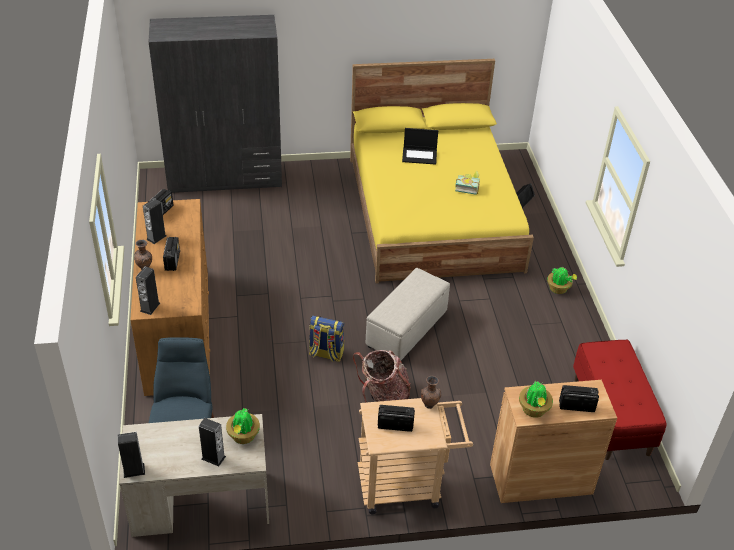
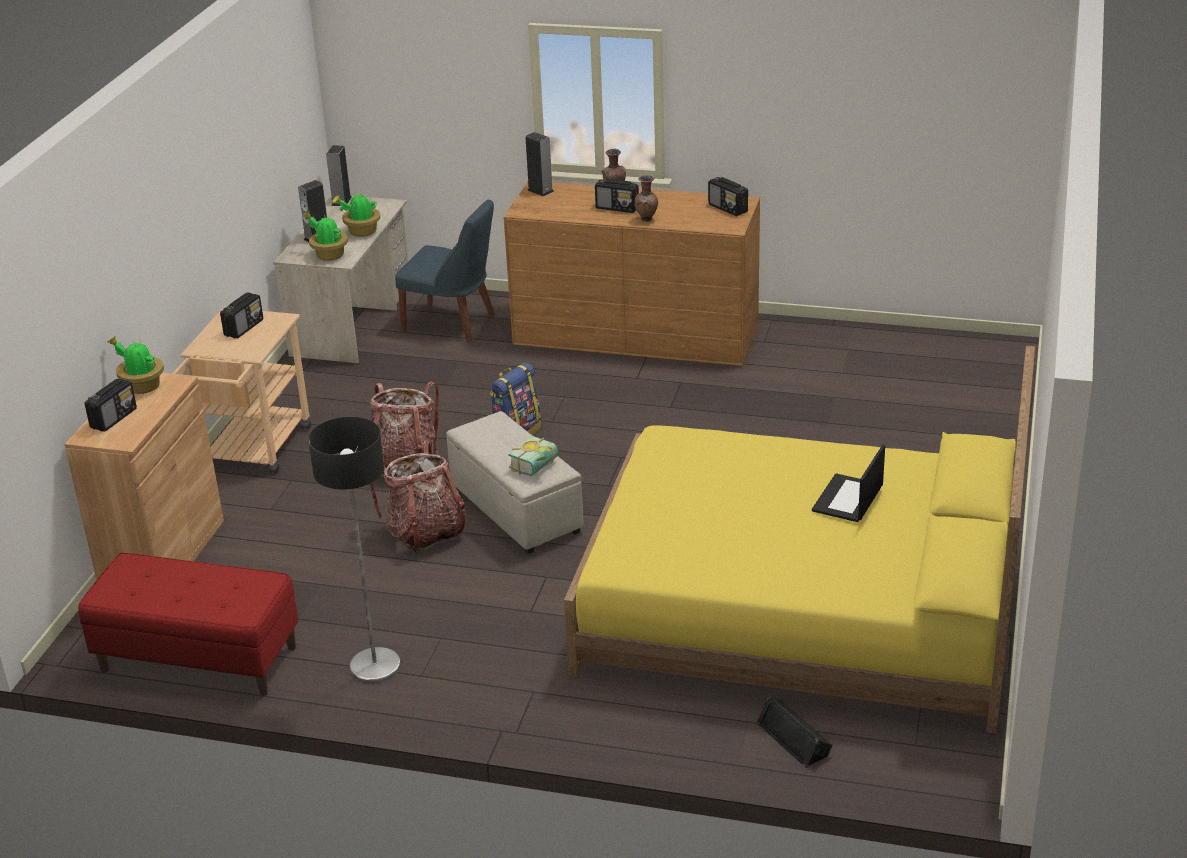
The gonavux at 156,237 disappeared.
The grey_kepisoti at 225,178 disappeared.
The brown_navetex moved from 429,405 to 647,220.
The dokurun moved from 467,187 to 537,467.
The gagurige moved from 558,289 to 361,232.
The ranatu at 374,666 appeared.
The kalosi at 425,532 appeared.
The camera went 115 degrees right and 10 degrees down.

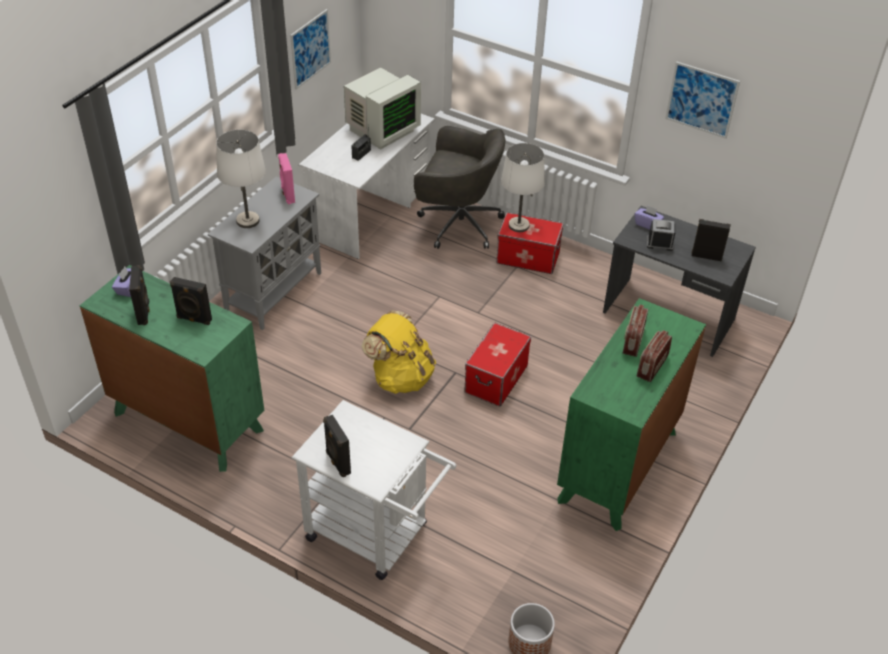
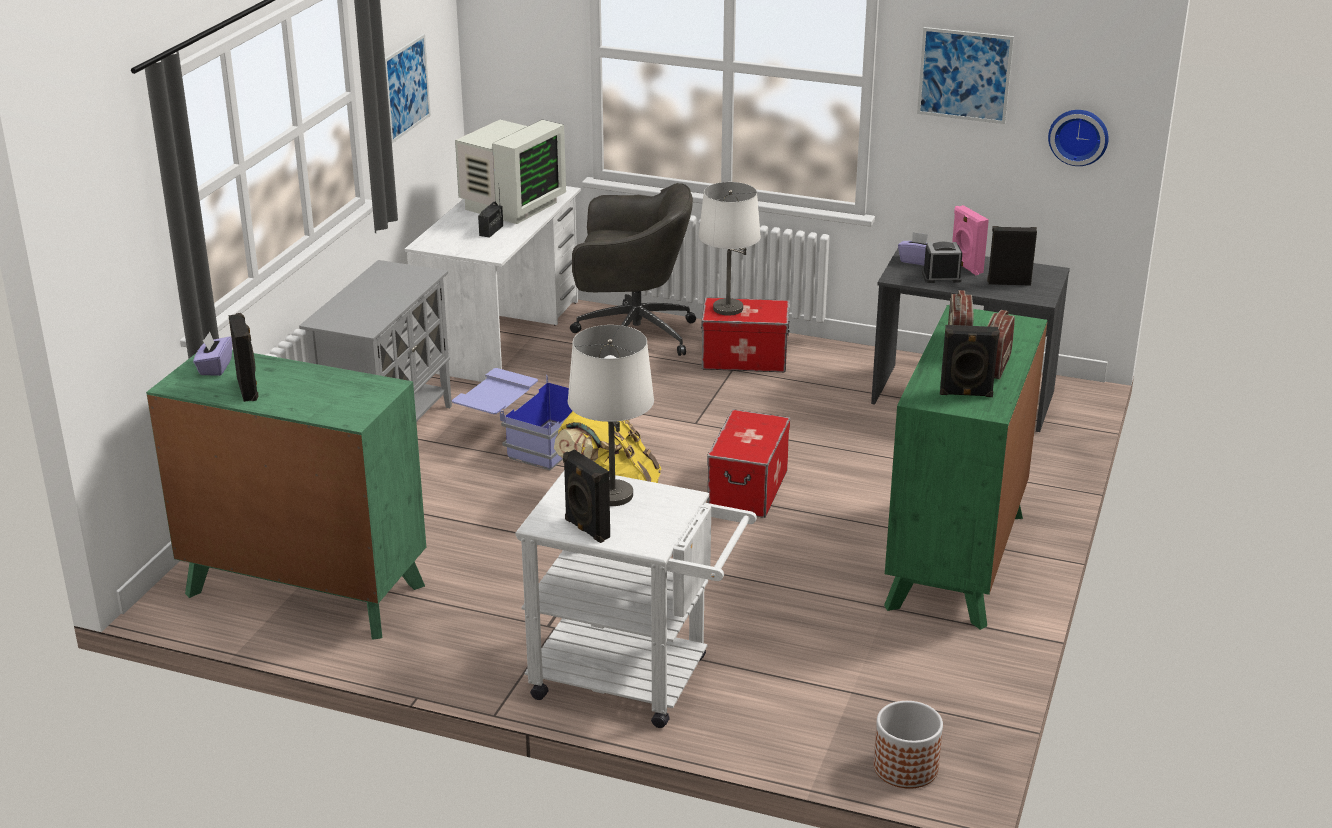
The black_gonavux moved from 194,319 to 966,394.
The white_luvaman moved from 247,221 to 611,495.
The pink_gonavux moved from 287,195 to 965,267.
The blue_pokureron at 524,439 appeared.
The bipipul at 1079,136 appeared.
The camera went 10 degrees left and 15 degrees down.

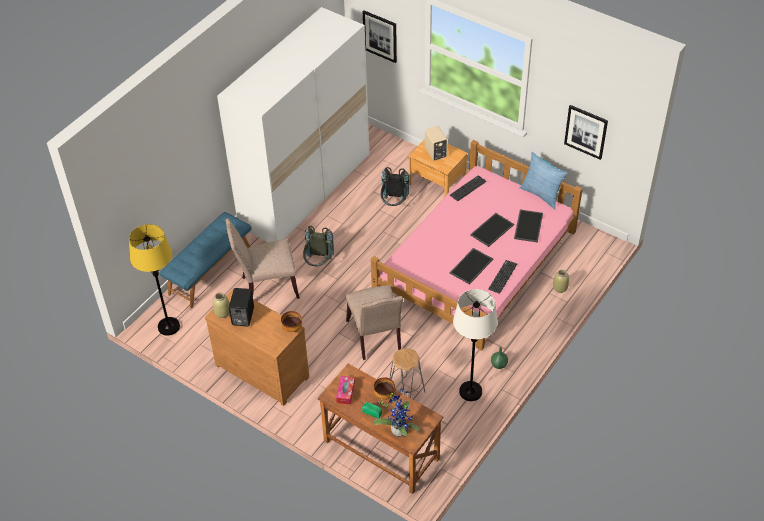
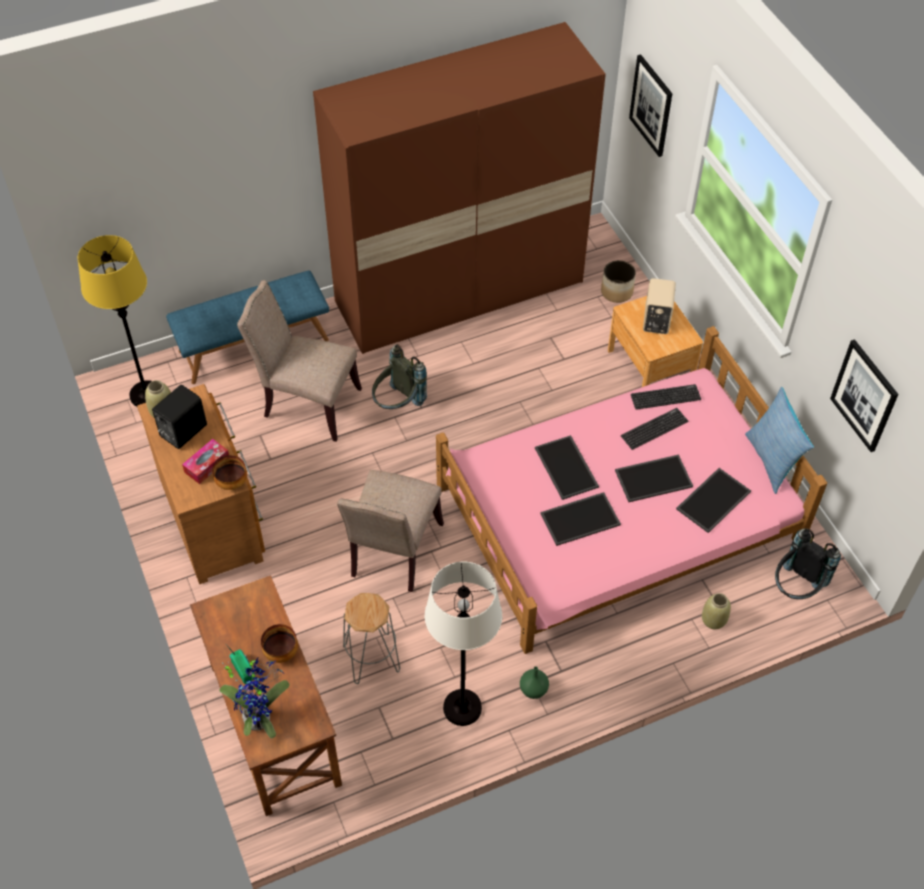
The white_kepisoti at 305,190 became the brown_kepisoti at 460,292.
The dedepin moved from 345,392 to 207,465.
The black_kalosi moved from 394,204 to 796,588.
The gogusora moved from 502,277 to 654,429.
The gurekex at 567,468 appeared.
The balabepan at 617,292 appeared.
The camera went 30 degrees right and 5 degrees up.

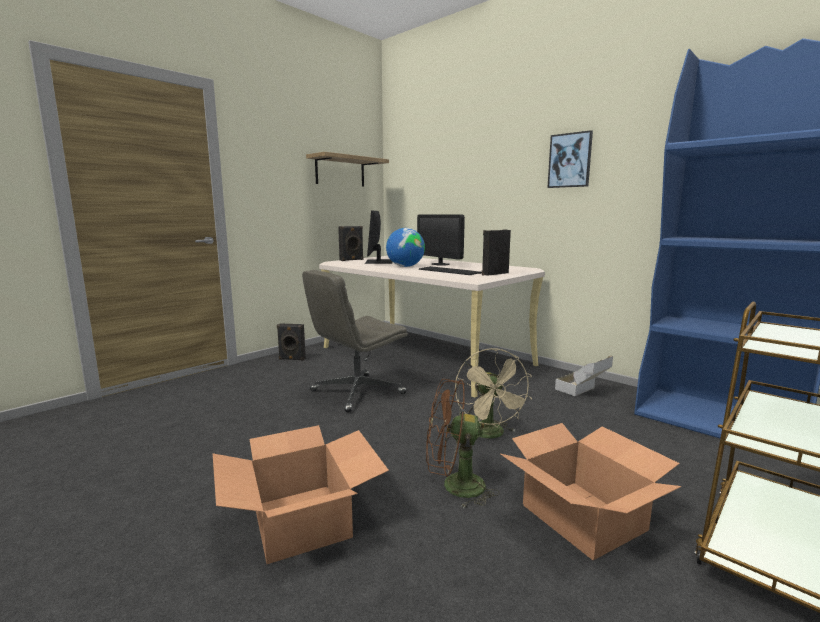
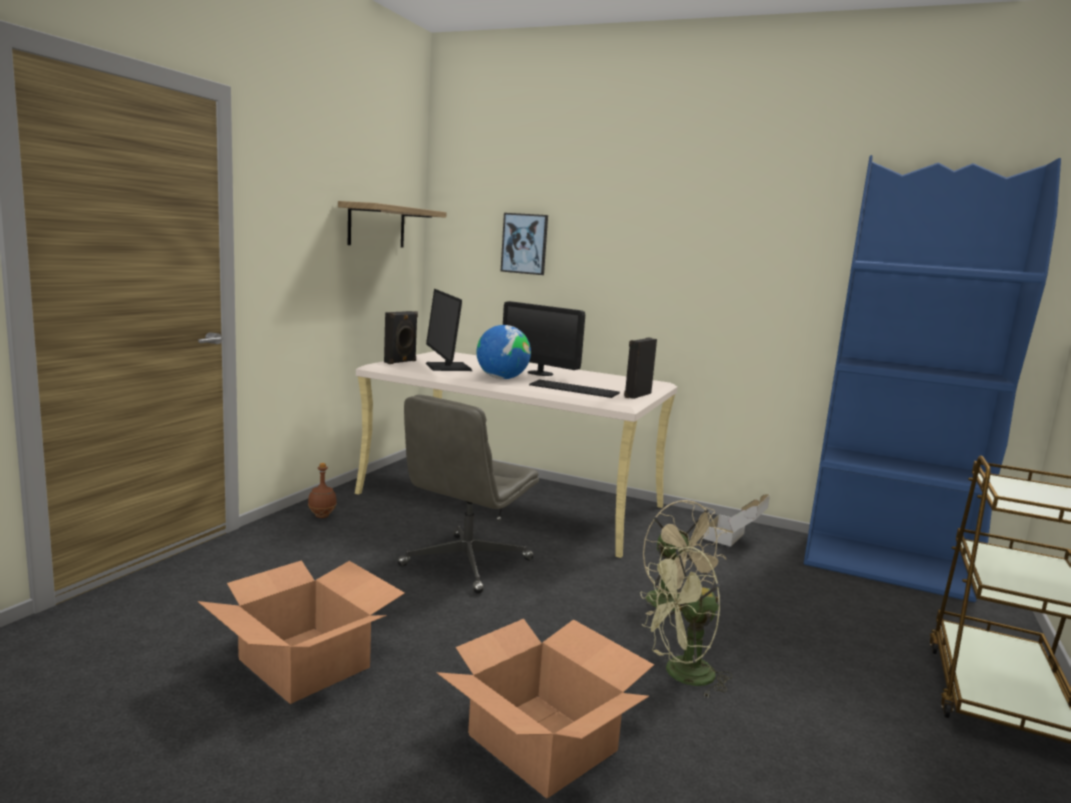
The black_gonavux at 292,359 was replaced by the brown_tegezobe at 322,516.
The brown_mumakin at 454,487 became the green_mumakin at 680,675.
The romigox moved from 583,516 to 305,662.
The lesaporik moved from 570,160 to 524,243.
The camera went 20 degrees left and 0 degrees up.

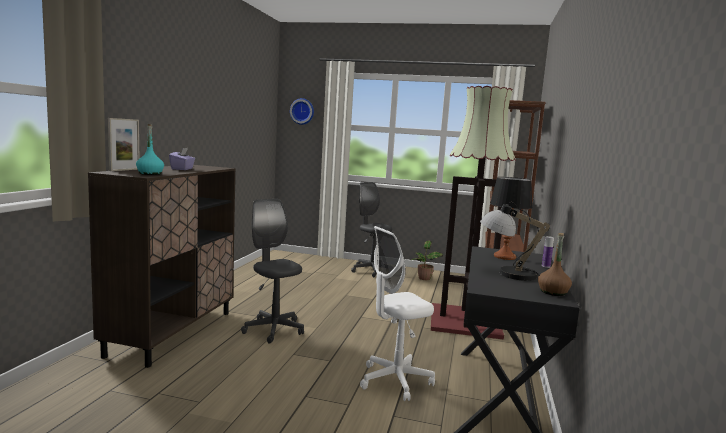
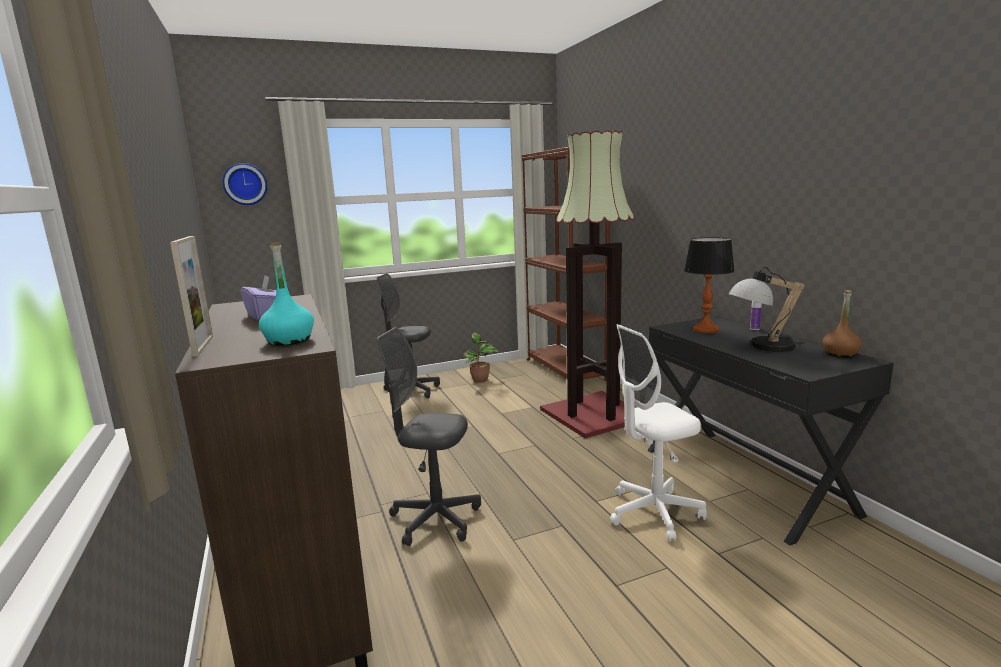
The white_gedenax at 395,381 turned 45 degrees clockwise.
The camera went 35 degrees left and 5 degrees up.

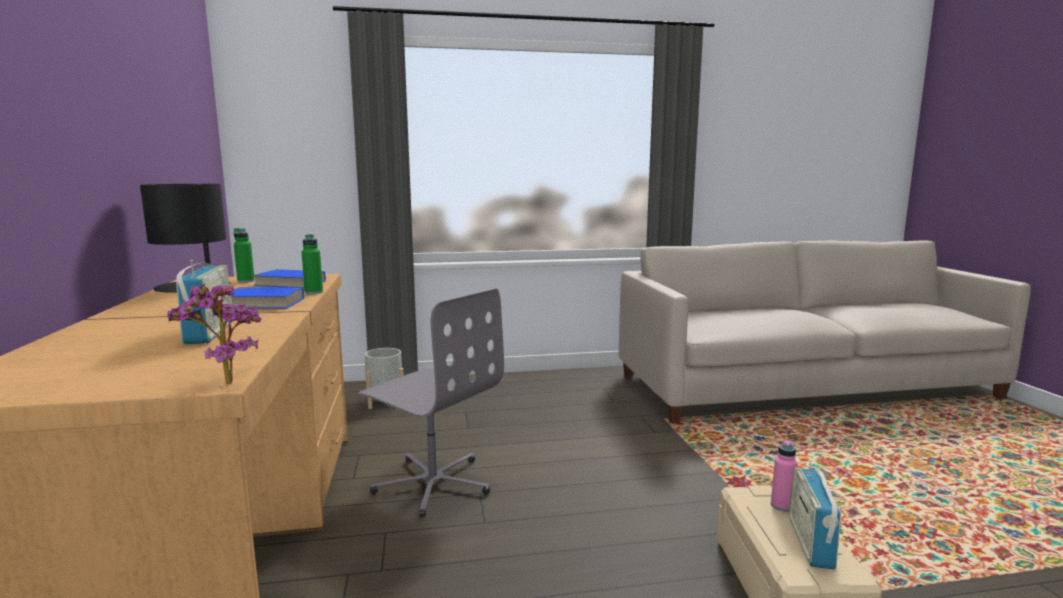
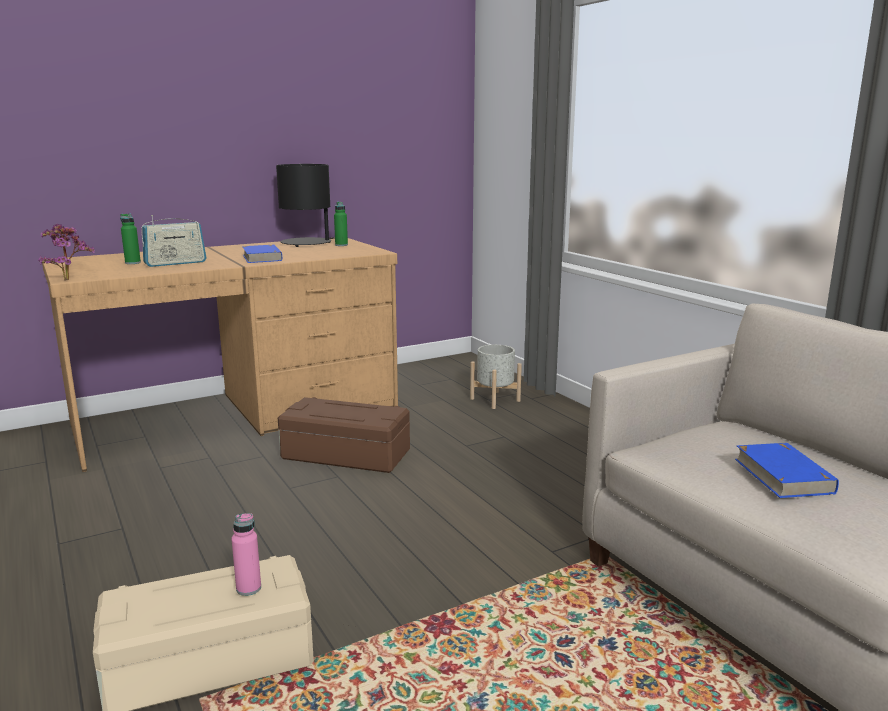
The blue_dokurun moved from 290,283 to 783,475.
The green_tegezobe moved from 314,292 to 133,263.
The grey_gedenax at 433,483 was replaced by the brown_pokureron at 344,455.
The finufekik at 810,542 disappeared.
The camera went 70 degrees right and 5 degrees up.

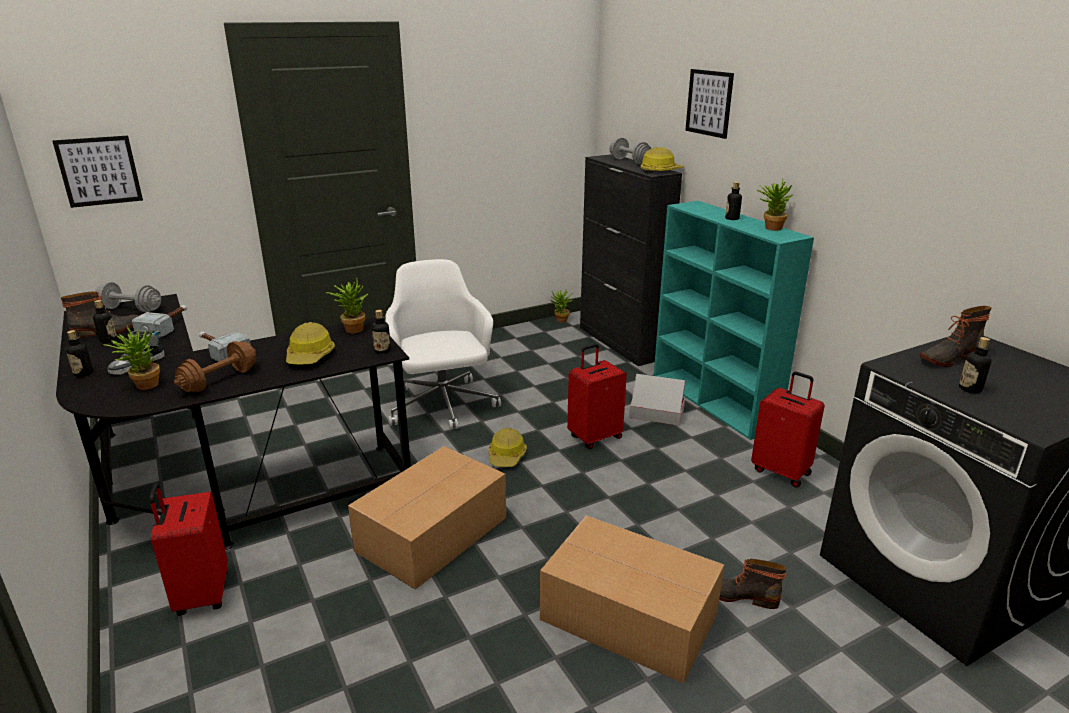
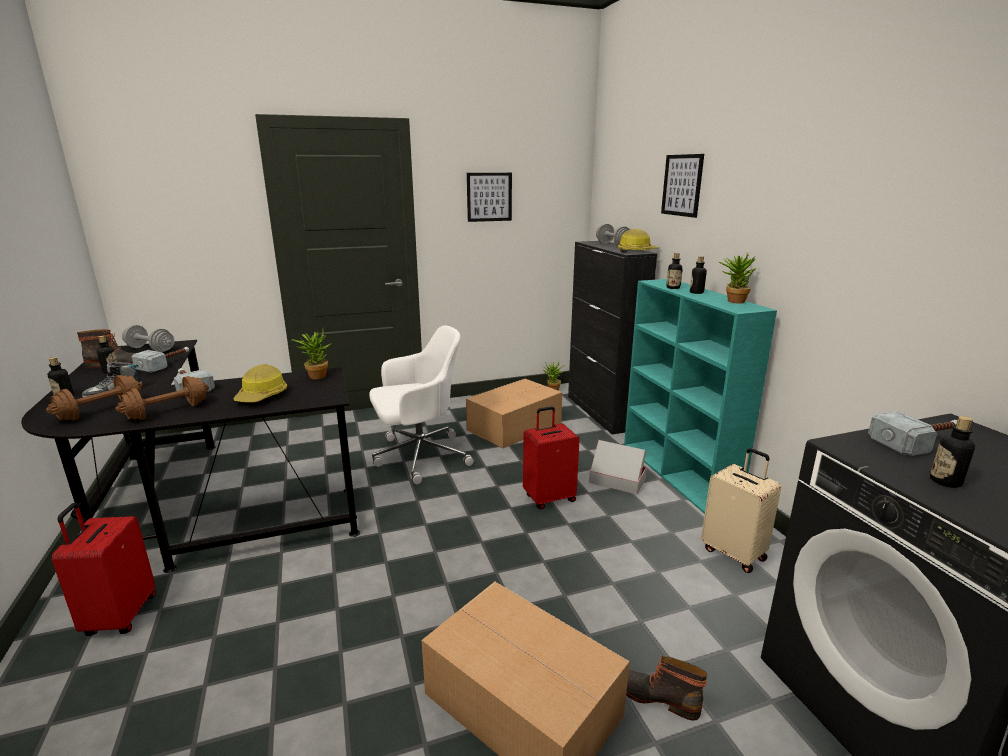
The lesaporik moved from 99,171 to 489,197.
The gagurige at 142,386 was replaced by the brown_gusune at 100,411.
The romigox moved from 434,533 to 516,426.
The tegezobe moved from 382,351 to 673,288.
The white_gedenax at 442,406 turned 75 degrees clockwise.
The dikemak at 507,456 disappeared.
The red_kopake at 781,471 became the beige_kopake at 734,553.
The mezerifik at 947,358 was replaced by the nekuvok at 919,442.
The camera went 10 degrees right and 5 degrees down.

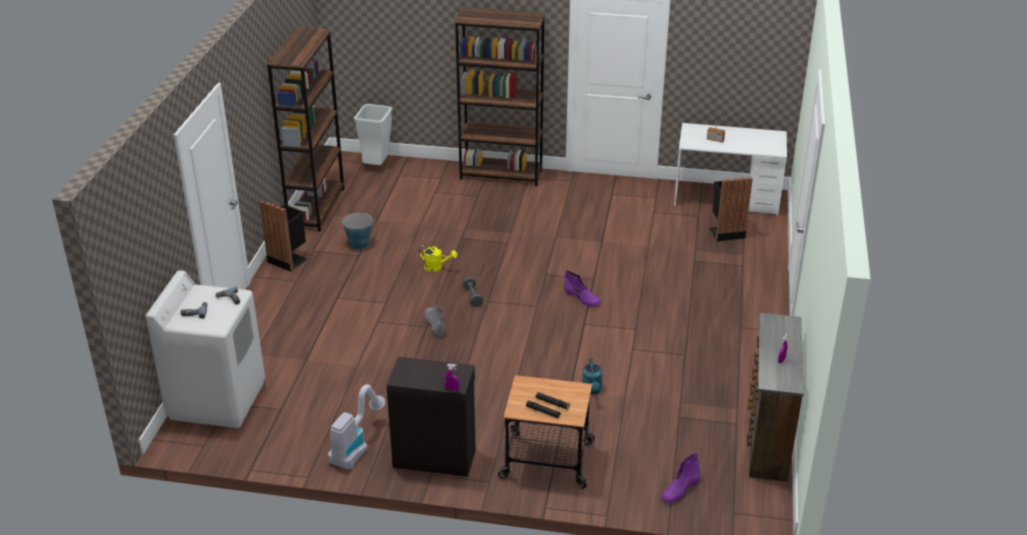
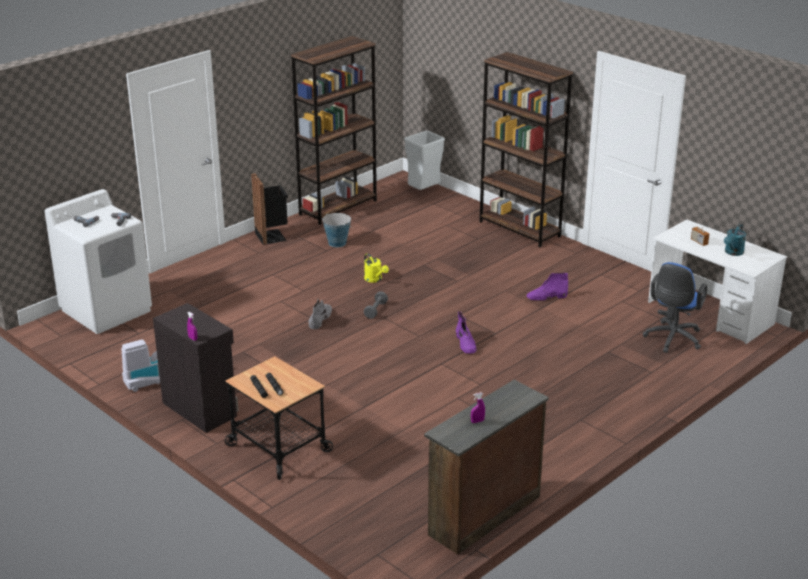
The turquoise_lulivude moved from 592,390 to 733,253.
The purple_mezerifik moved from 680,490 to 546,297.
The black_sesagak at 725,232 was replaced by the blue_gedenax at 672,340.
The camera went 35 degrees right and 5 degrees down.

